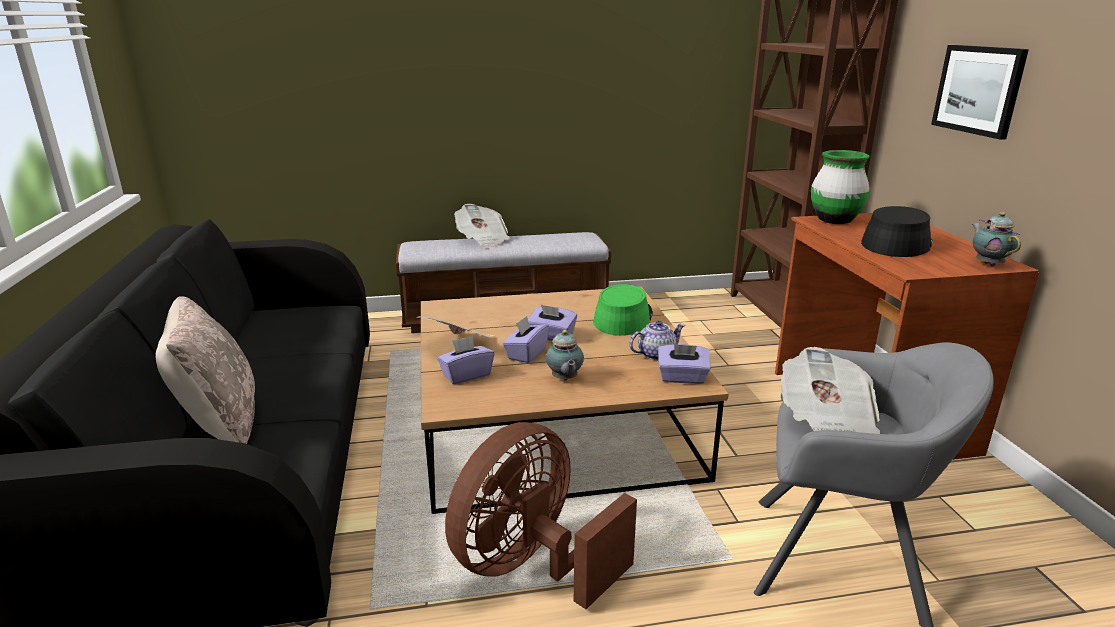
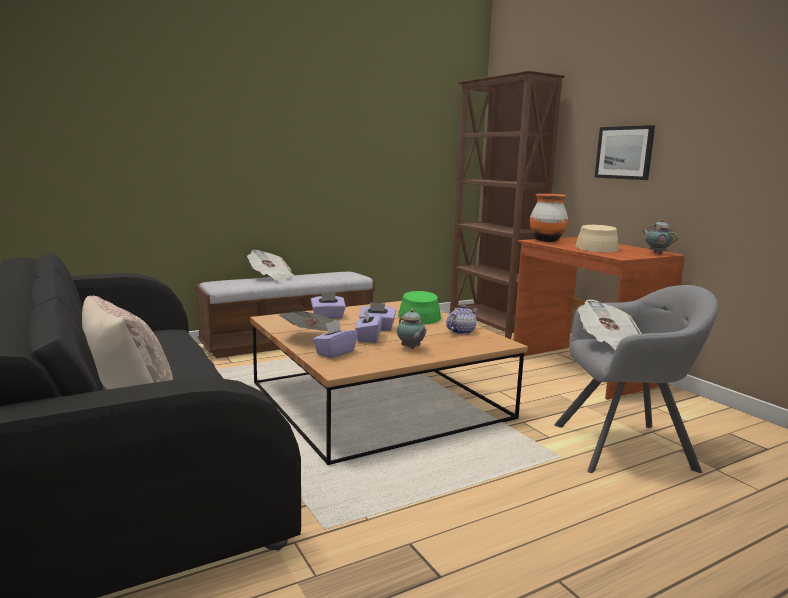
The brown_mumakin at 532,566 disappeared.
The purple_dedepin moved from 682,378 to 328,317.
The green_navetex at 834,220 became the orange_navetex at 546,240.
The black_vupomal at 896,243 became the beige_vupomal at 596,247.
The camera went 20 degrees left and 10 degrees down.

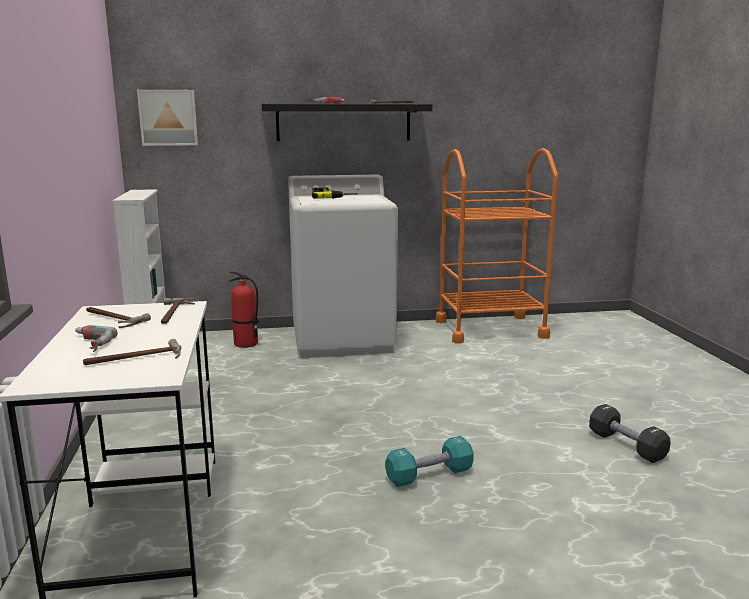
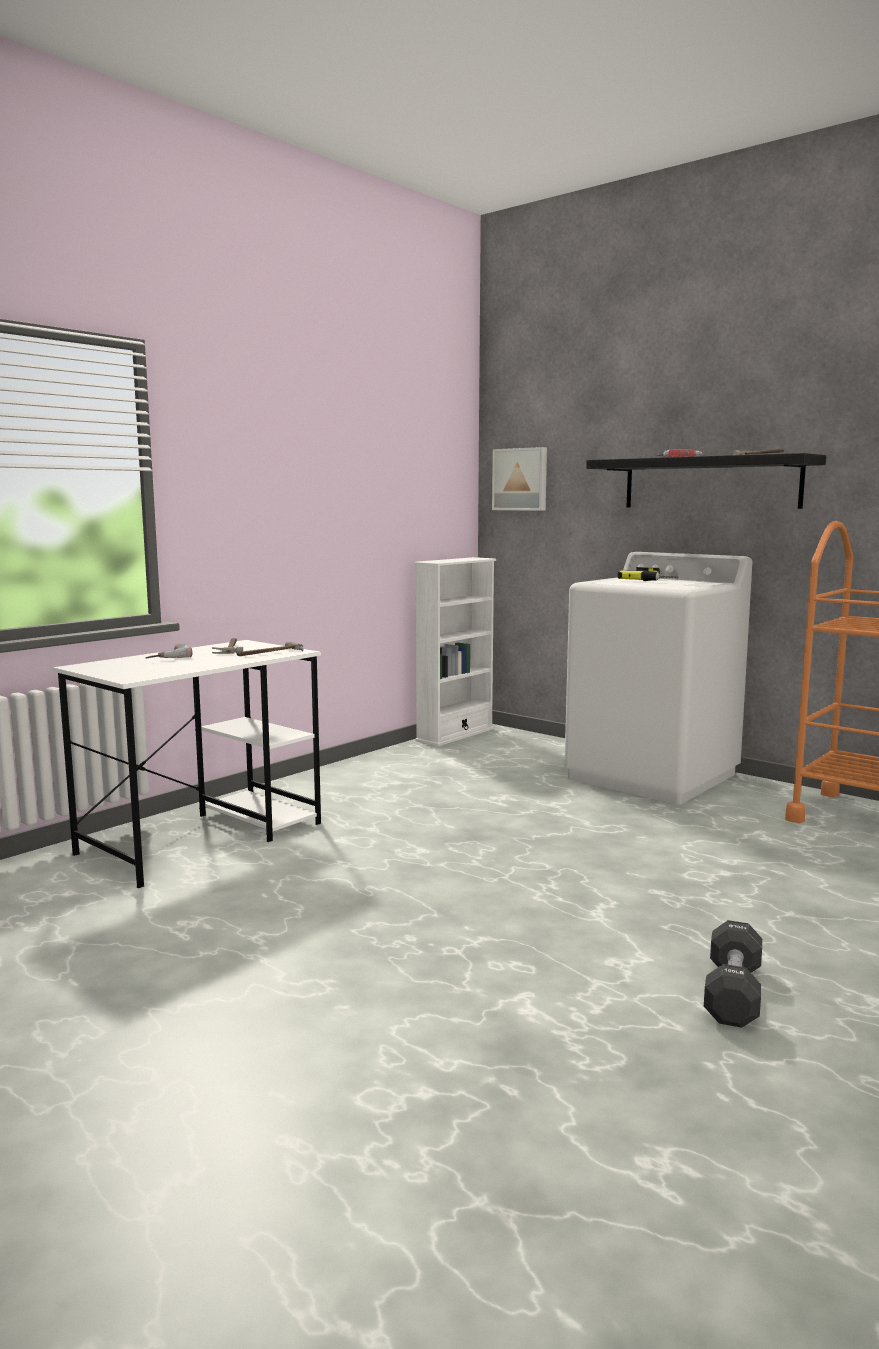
The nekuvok at 134,359 disappeared.
The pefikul at 245,344 disappeared.
The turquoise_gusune at 429,475 disappeared.
The camera went 50 degrees right and 5 degrees down.

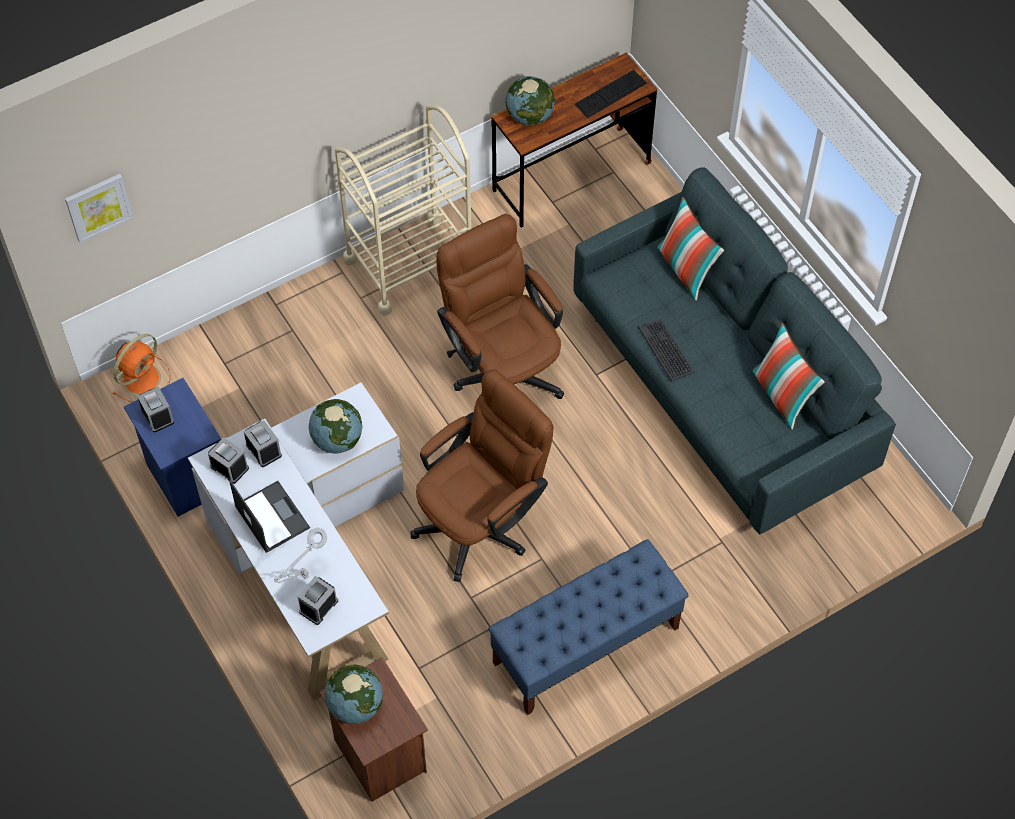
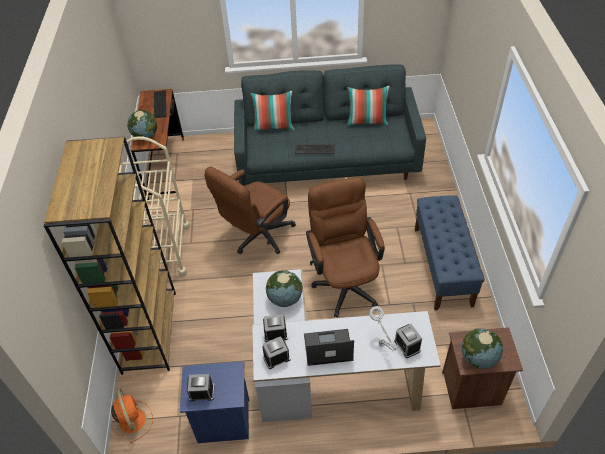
The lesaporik at 98,207 disappeared.
The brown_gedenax at 502,368 turned 45 degrees counterclockwise.
The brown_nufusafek at 149,331 appeared.
The camera went 60 degrees left and 10 degrees down.

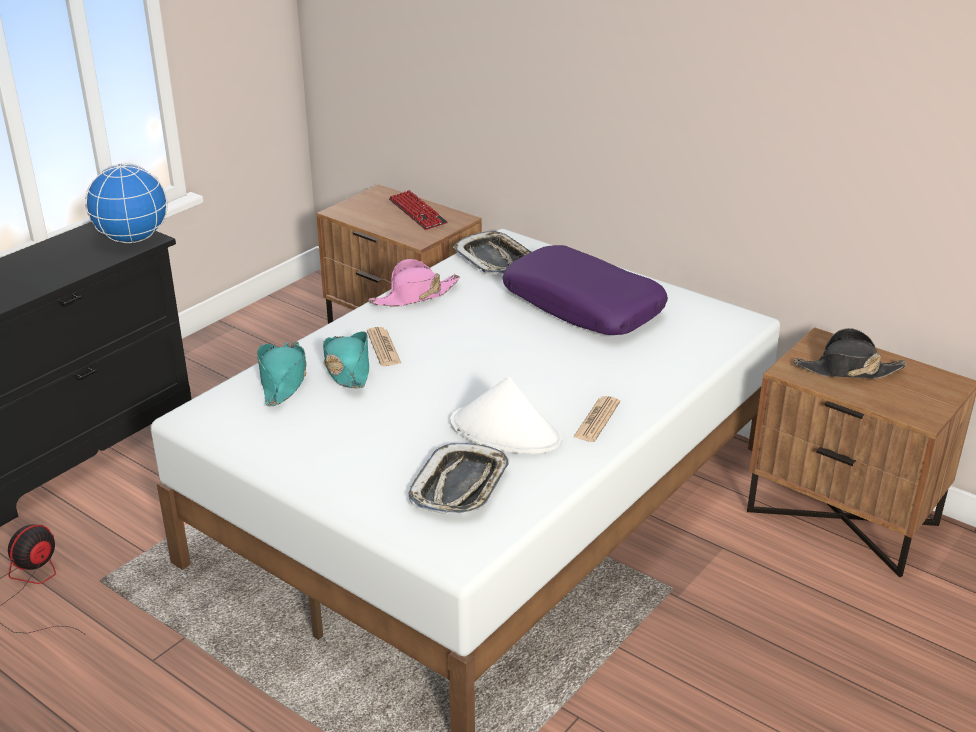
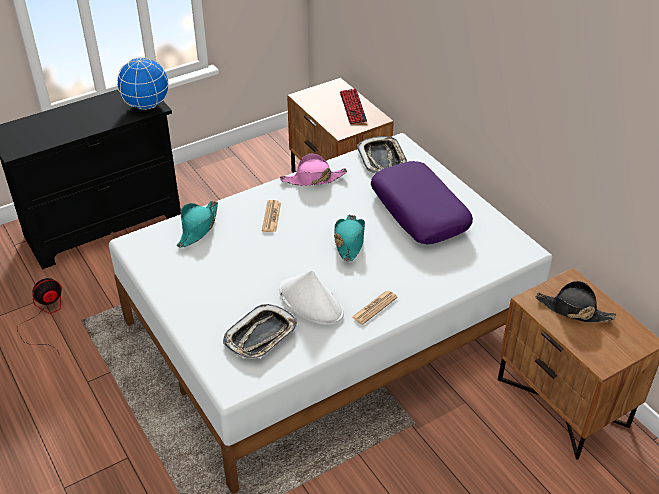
The turquoise_vupomal moved from 347,368 to 349,241.
The camera went 20 degrees right and 10 degrees up.

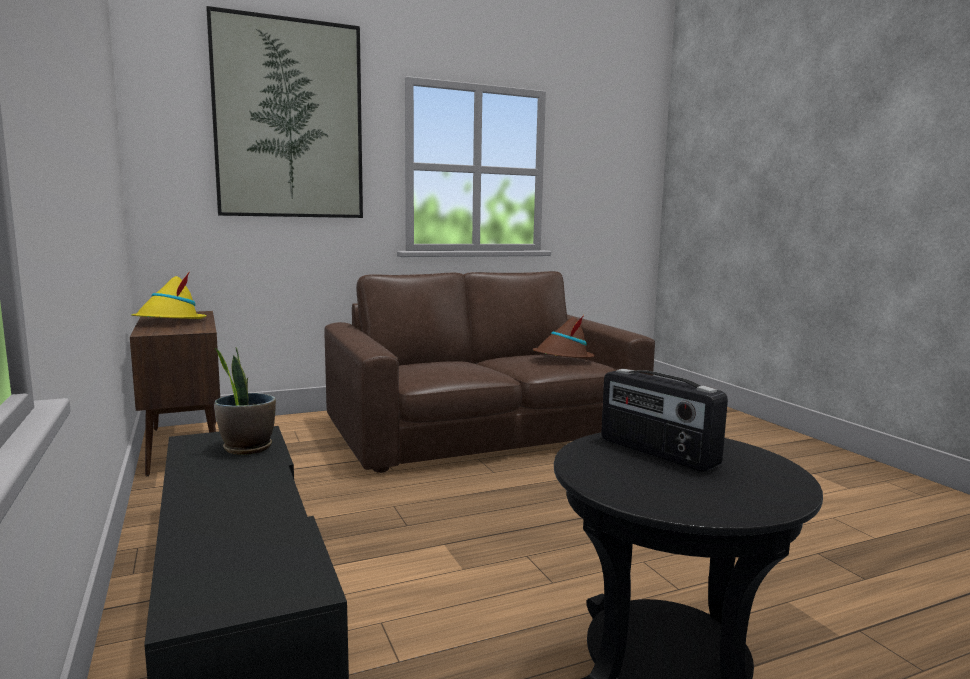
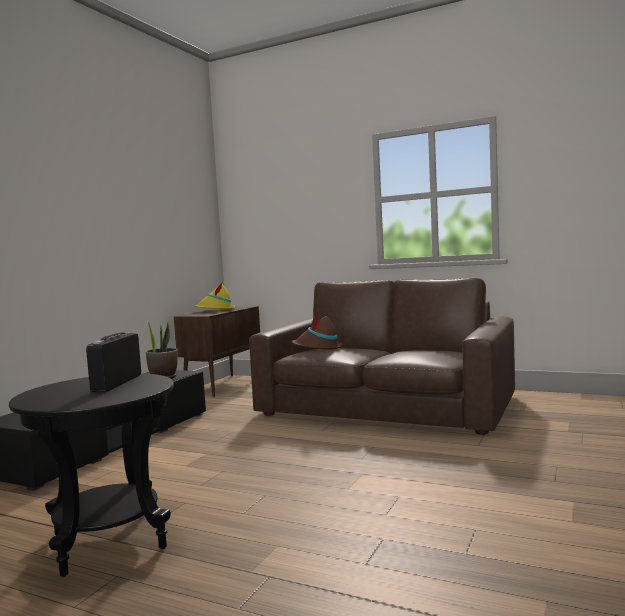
The lesaporik at 289,120 disappeared.
The brown_vupomal moved from 563,358 to 317,348.
The camera went 50 degrees right and 5 degrees down.

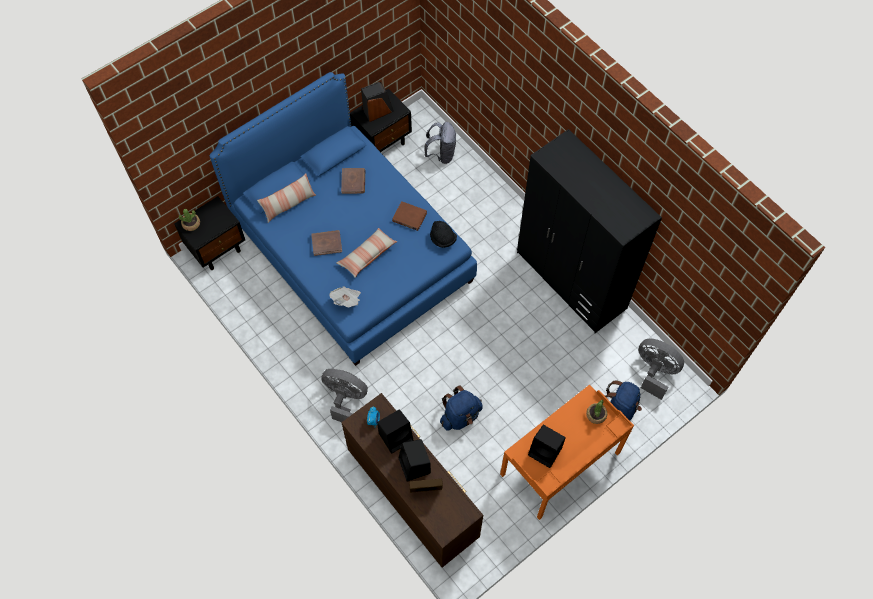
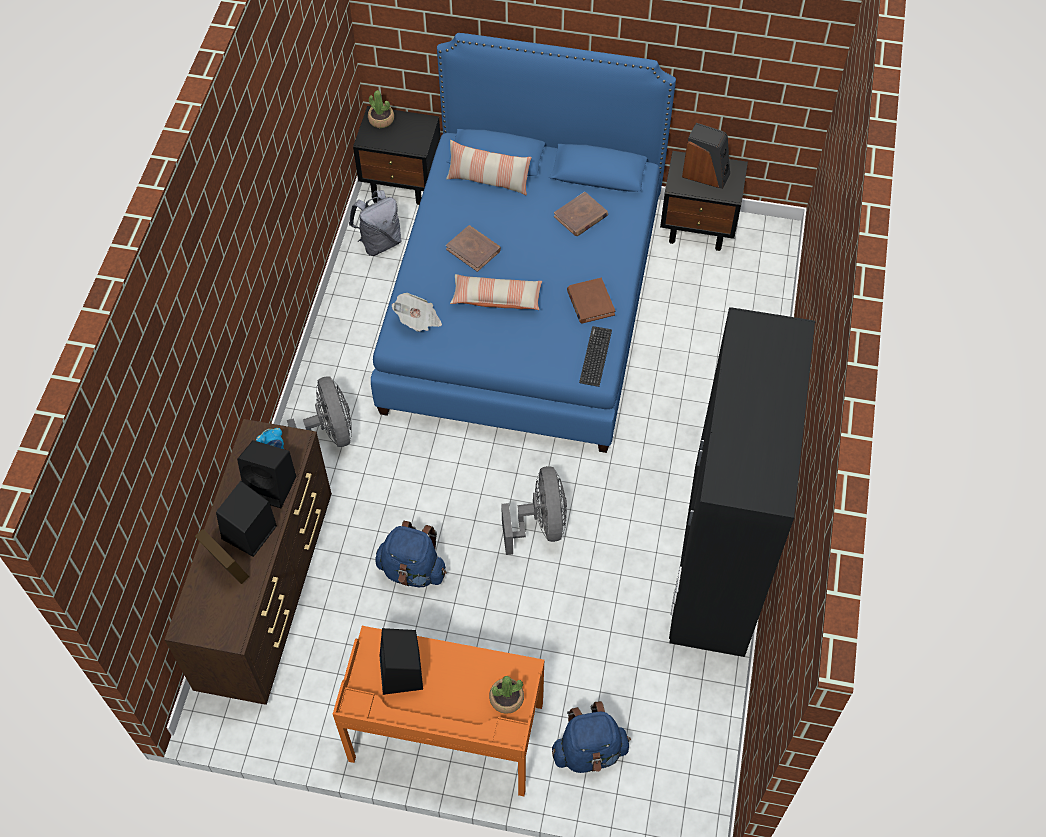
The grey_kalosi moved from 441,154 to 379,242.
The black_vupomal at 443,239 was replaced by the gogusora at 595,356.
The grey_mumakin moved from 655,371 to 540,525.
The camera went 50 degrees right and 5 degrees down.

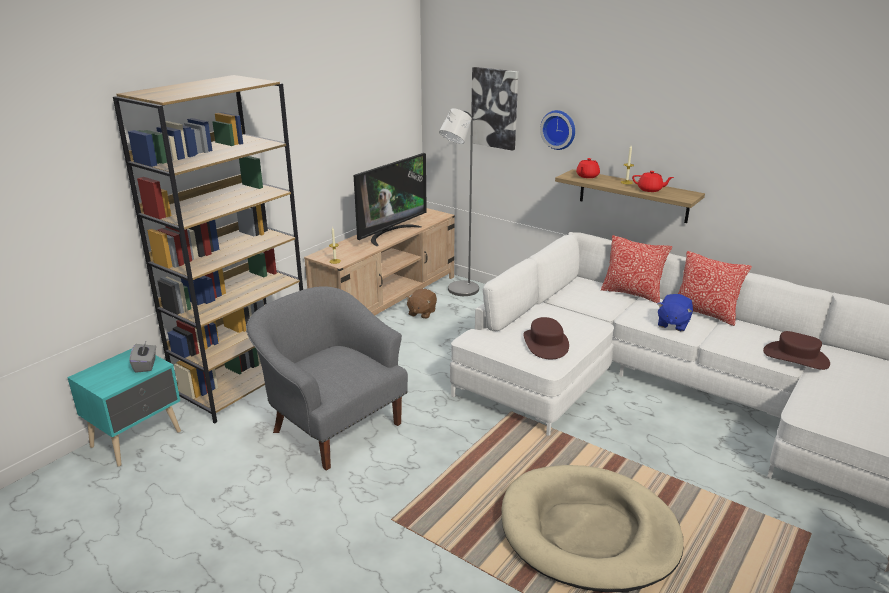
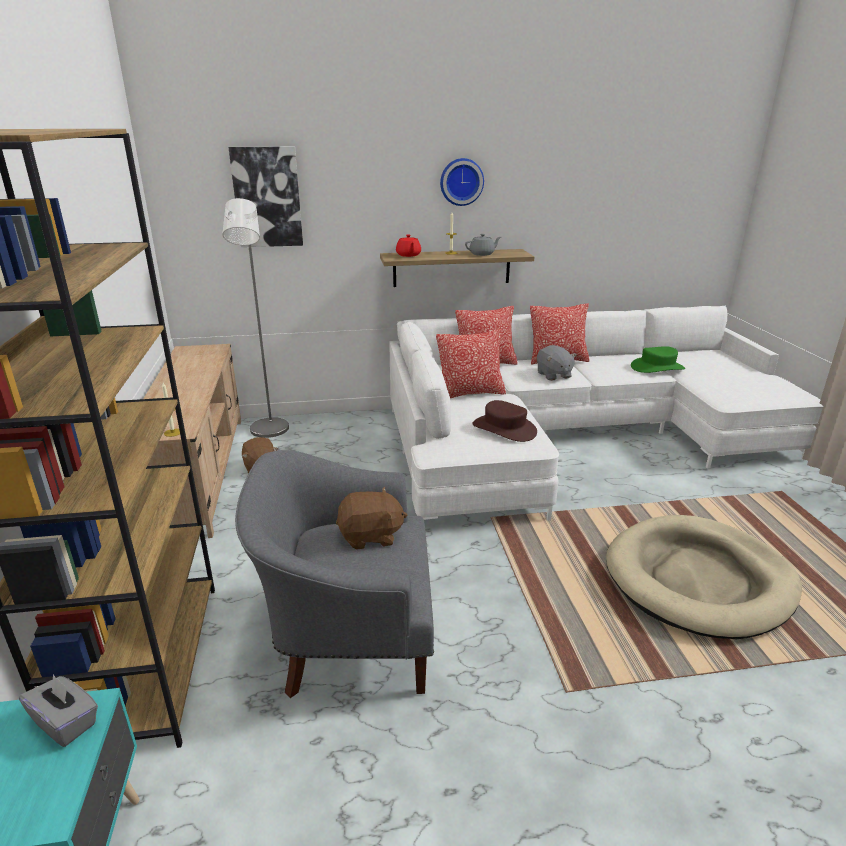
The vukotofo at 390,233 disappeared.
The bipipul moved from 559,129 to 461,182.
The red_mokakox at 650,190 became the grey_mokakox at 482,254.
The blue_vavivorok at 672,324 became the grey_vavivorok at 553,375.
The brown_vupomal at 796,357 became the green_vupomal at 657,367.
The brown_vavivorok at 370,536 appeared.
The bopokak at 470,393 appeared.
The camera went 45 degrees left and 0 degrees up.

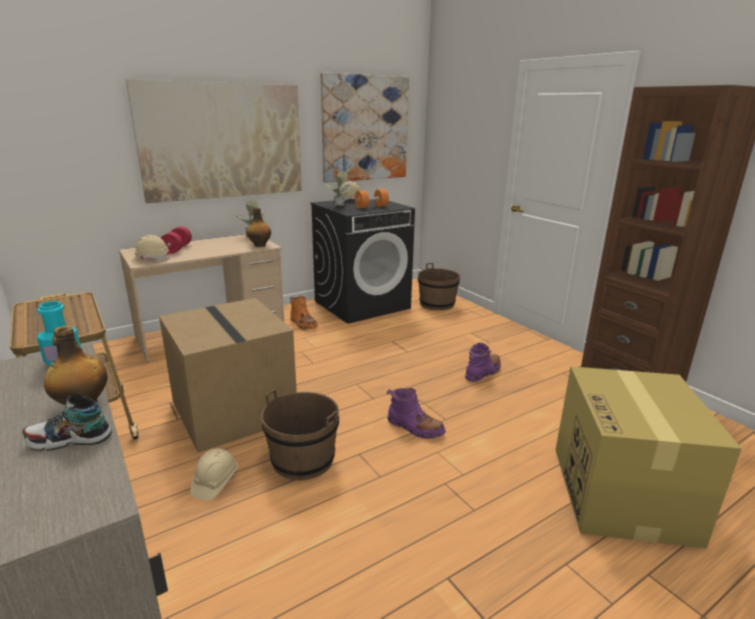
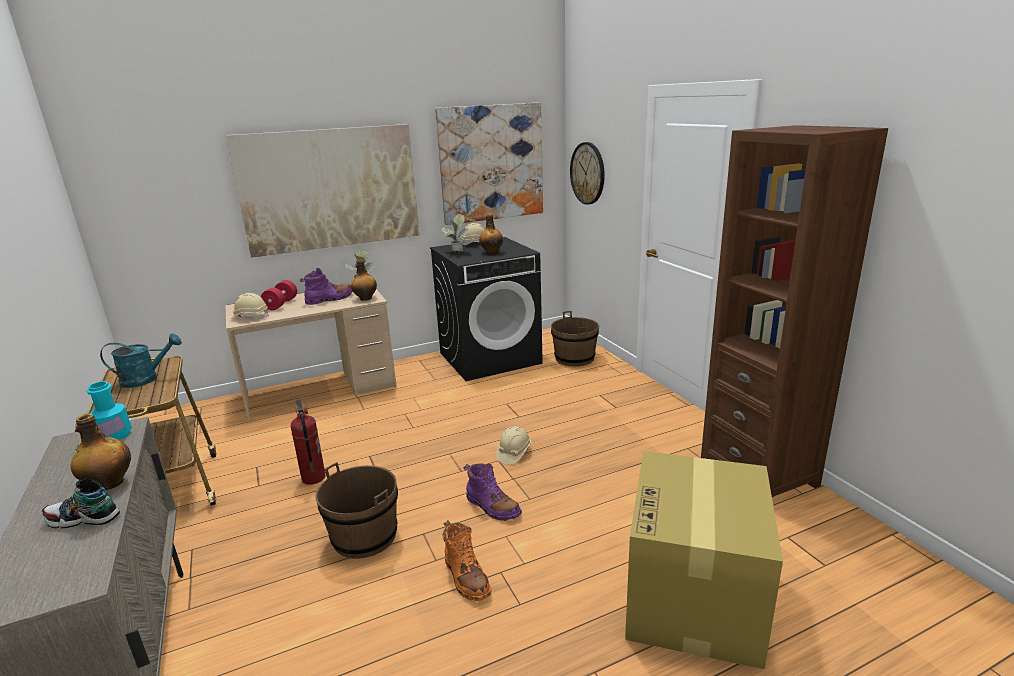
The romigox at 231,410 was replaced by the pefikul at 313,478.
The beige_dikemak moved from 215,482 to 513,453.
The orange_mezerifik moved from 303,324 to 466,577.
The orange_gusune at 371,207 was replaced by the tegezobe at 492,252.
The purple_mezerifik moved from 483,372 to 330,299.
The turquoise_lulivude at 146,379 appeared.
The bipipul at 588,173 appeared.
The camera went 10 degrees right and 0 degrees up.

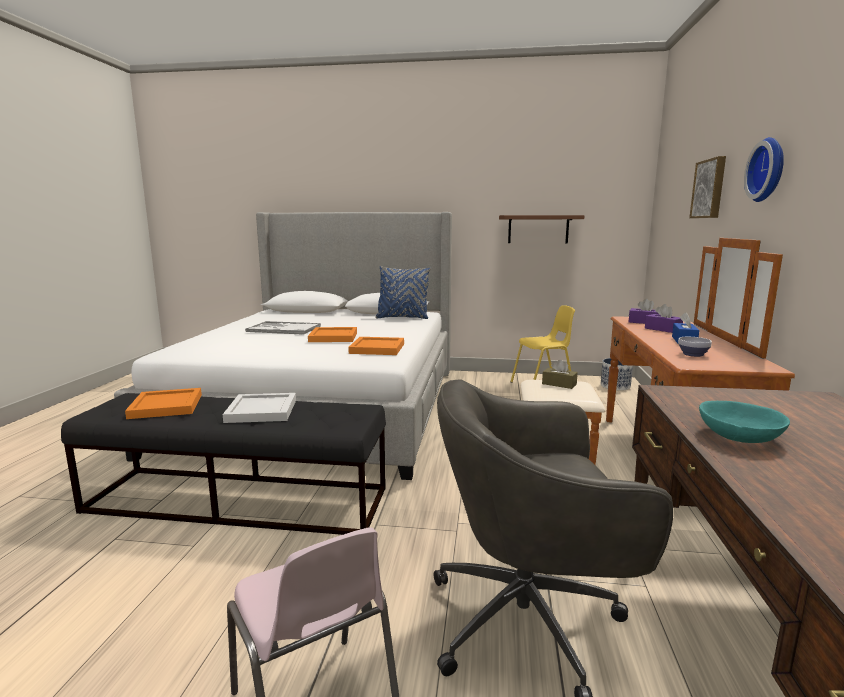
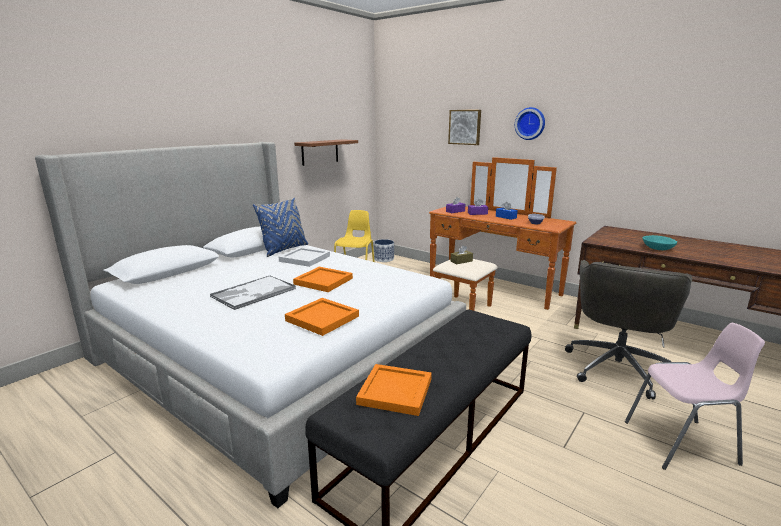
The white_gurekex moved from 263,410 to 304,258.
The orange_gurekex moved from 376,348 to 322,319.
The camera went 60 degrees left and 5 degrees up.

